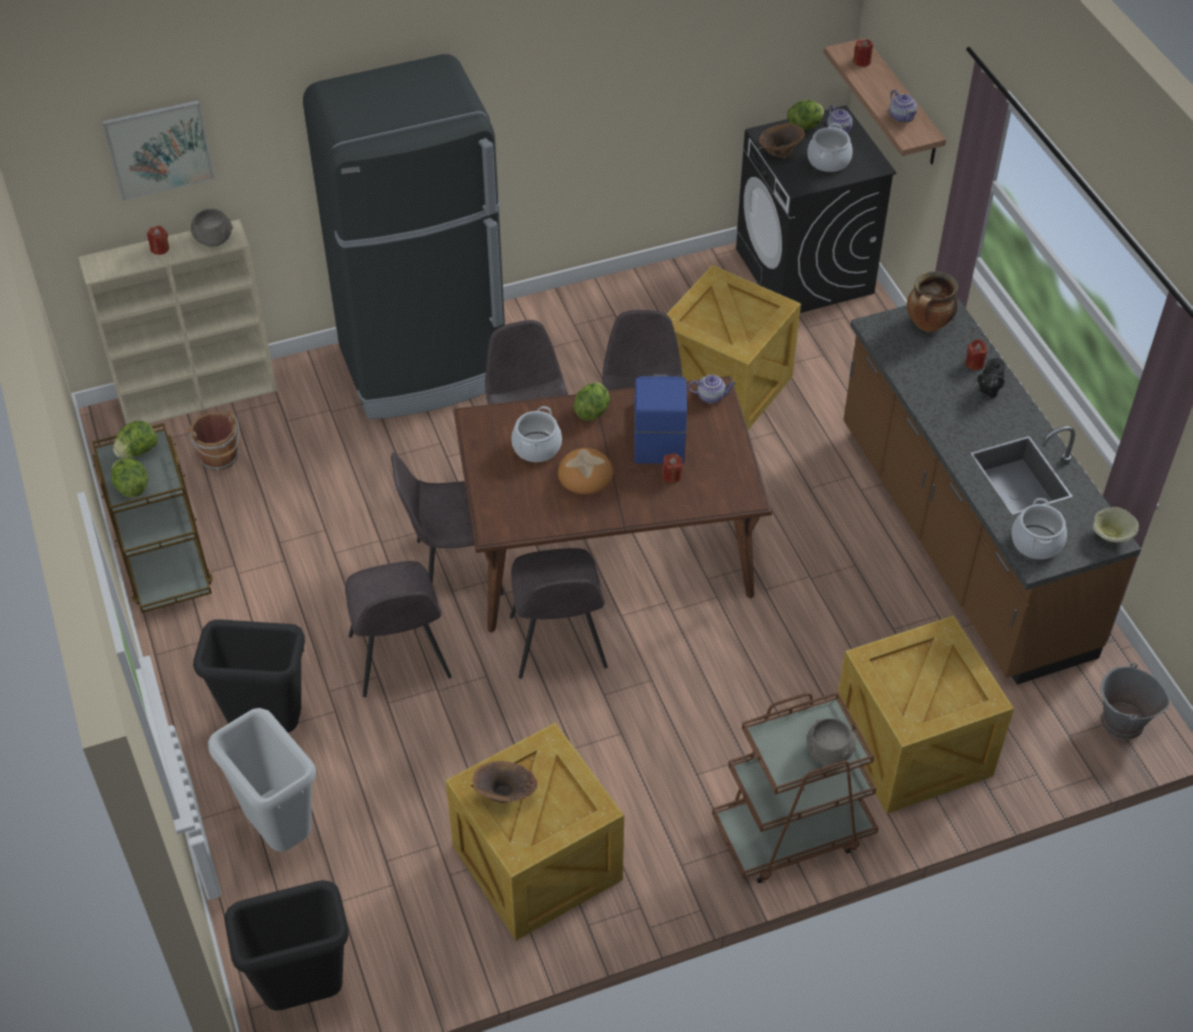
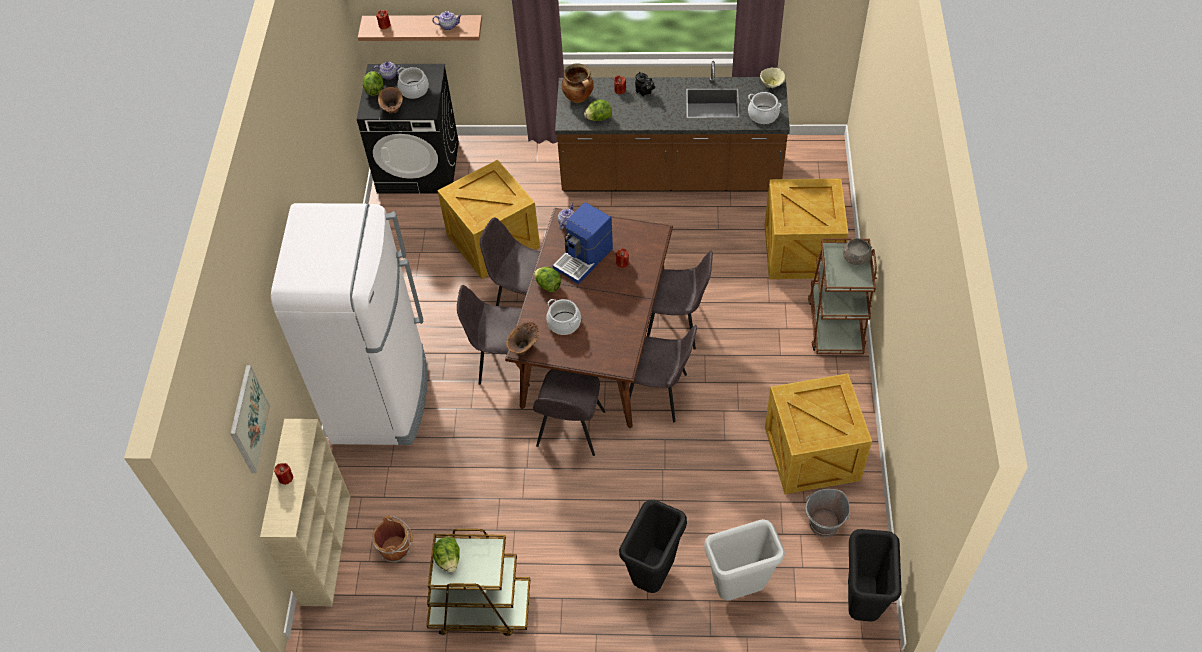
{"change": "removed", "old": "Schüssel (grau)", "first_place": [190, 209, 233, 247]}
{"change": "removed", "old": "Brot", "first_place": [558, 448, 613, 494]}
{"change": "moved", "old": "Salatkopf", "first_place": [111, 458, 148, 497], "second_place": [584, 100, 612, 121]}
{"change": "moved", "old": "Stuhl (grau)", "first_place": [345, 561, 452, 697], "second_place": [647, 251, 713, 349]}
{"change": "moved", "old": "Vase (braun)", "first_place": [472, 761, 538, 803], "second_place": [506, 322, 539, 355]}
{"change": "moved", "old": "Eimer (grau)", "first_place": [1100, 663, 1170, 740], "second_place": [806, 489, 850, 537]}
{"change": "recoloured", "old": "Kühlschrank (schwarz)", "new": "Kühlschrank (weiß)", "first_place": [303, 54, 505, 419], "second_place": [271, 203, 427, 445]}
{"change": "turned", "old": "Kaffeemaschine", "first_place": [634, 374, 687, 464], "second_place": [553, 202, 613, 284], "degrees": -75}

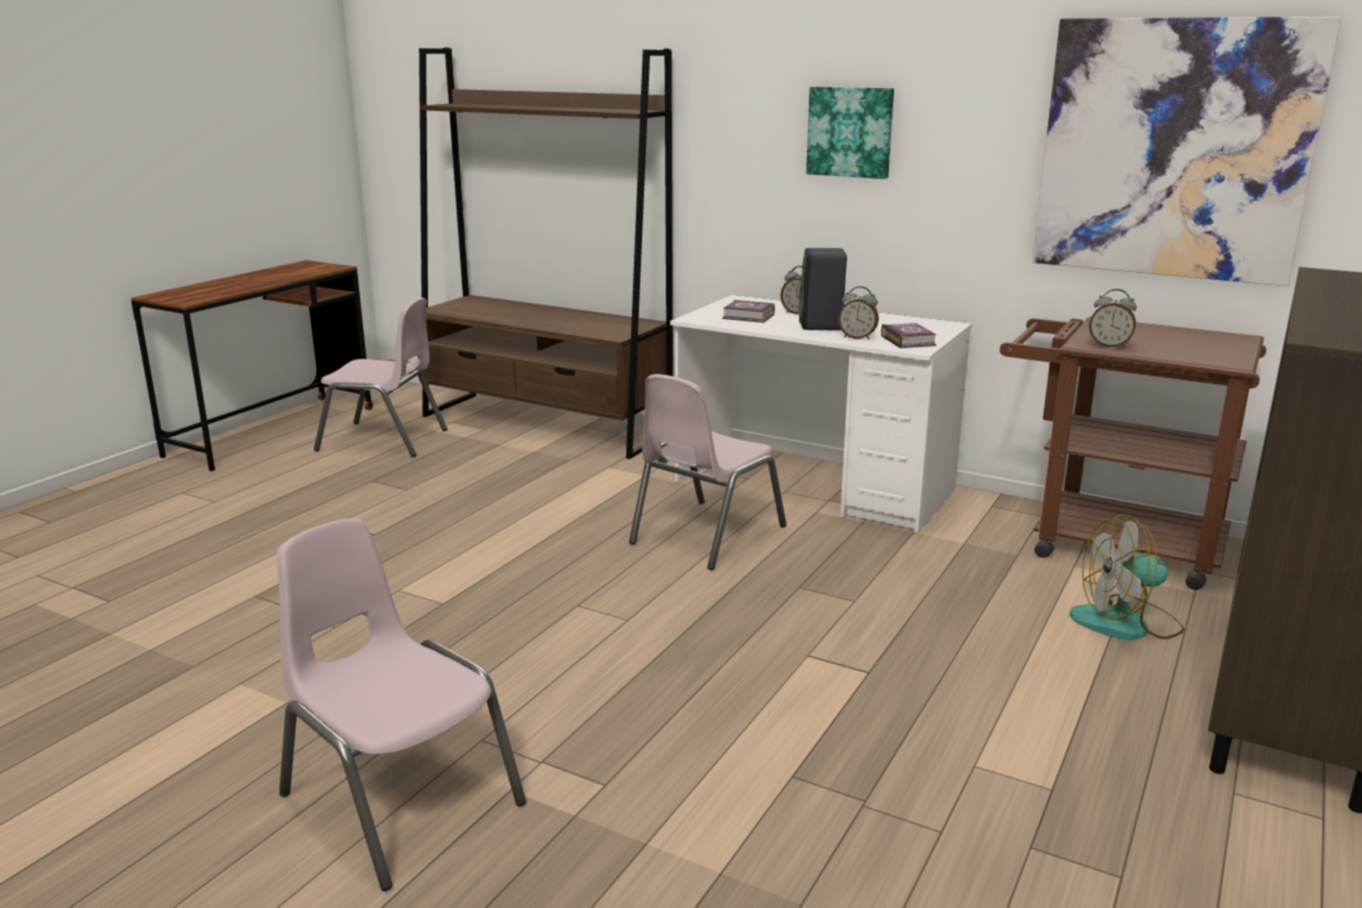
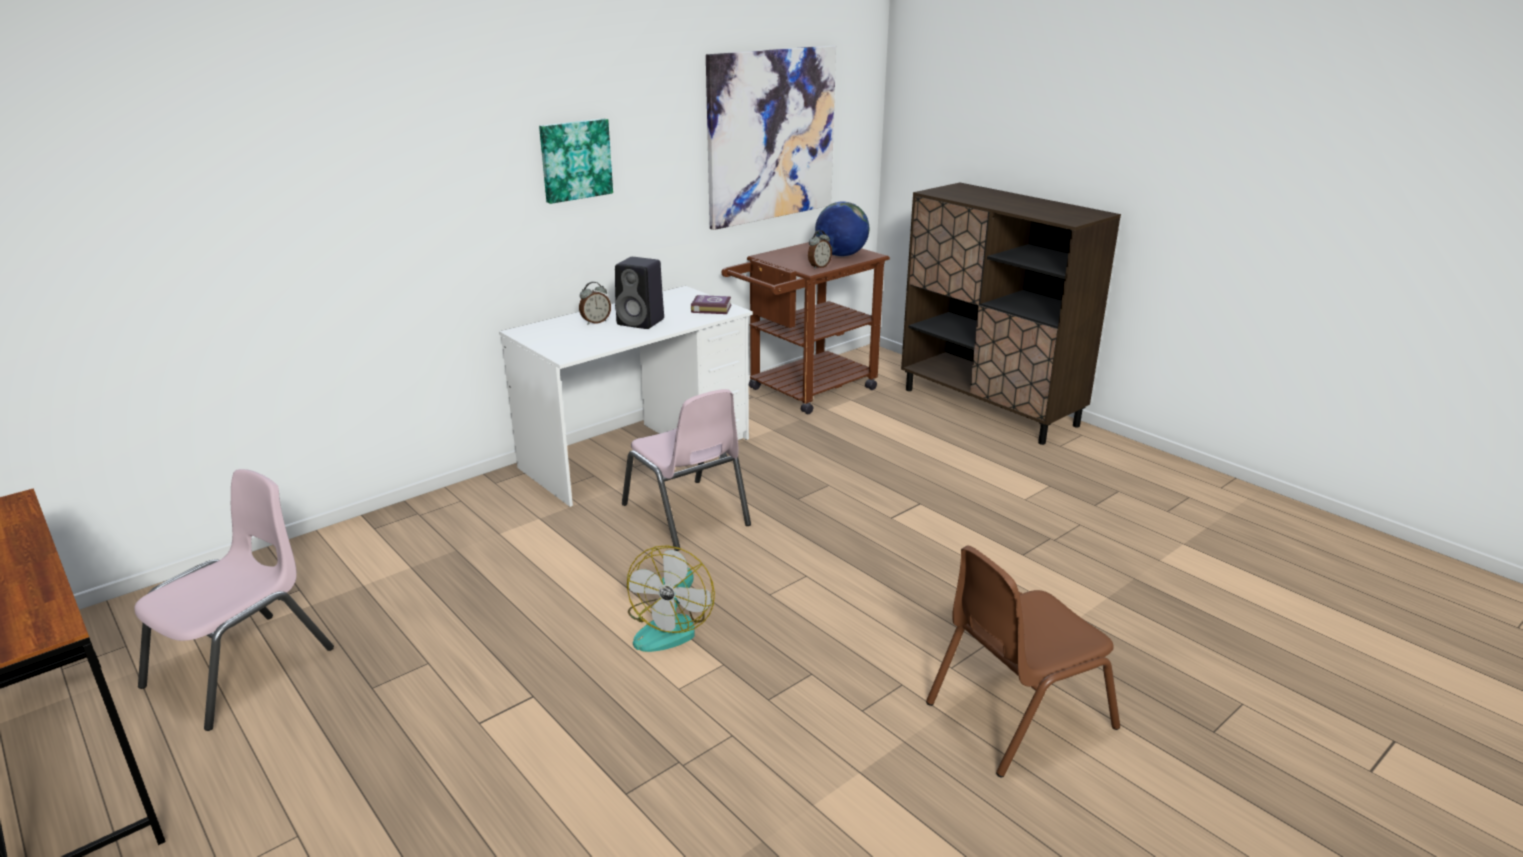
{"change": "removed", "old": "Bücherregal (braun)", "first_place": [418, 47, 673, 459]}
{"change": "removed", "old": "Buch", "first_place": [722, 300, 775, 323]}
{"change": "removed", "old": "Wecker", "first_place": [838, 286, 879, 340]}
{"change": "added", "new": "Globus", "second_place": [815, 201, 869, 257]}
{"change": "moved", "old": "Ventilator", "first_place": [1069, 514, 1184, 641], "second_place": [627, 545, 715, 652]}
{"change": "recoloured", "old": "Stuhl (rosa)", "new": "Stuhl (braun)", "first_place": [277, 519, 526, 891], "second_place": [926, 545, 1120, 777]}

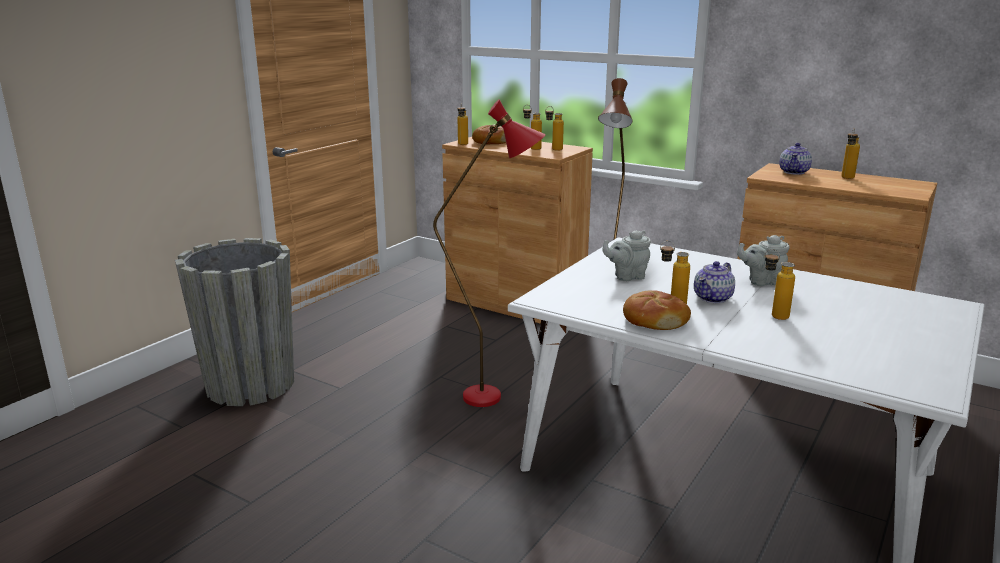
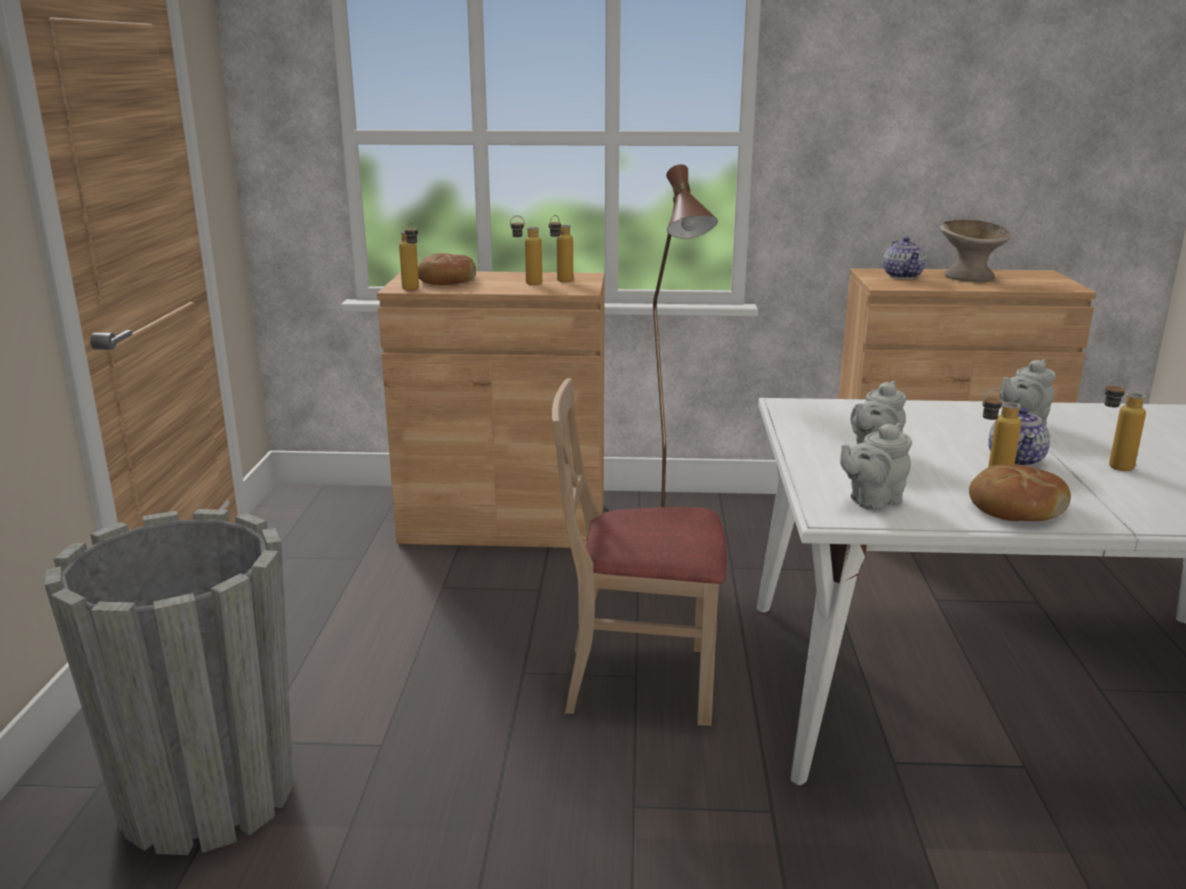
{"change": "added", "new": "Teekanne (grau)", "second_place": [840, 423, 912, 510]}
{"change": "replaced", "old": "Stehlampe (rot)", "new": "Stuhl (beige)", "first_place": [433, 99, 546, 407], "second_place": [552, 378, 727, 726]}
{"change": "replaced", "old": "Flasche", "new": "Schüssel (beige)", "first_place": [841, 129, 860, 179], "second_place": [940, 220, 1011, 282]}

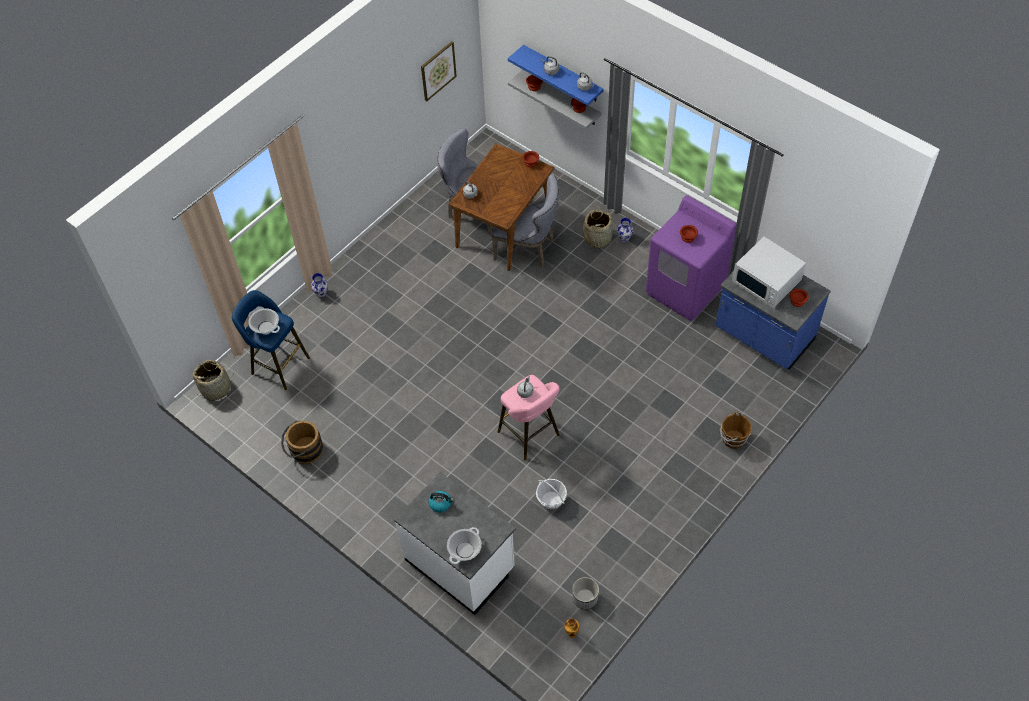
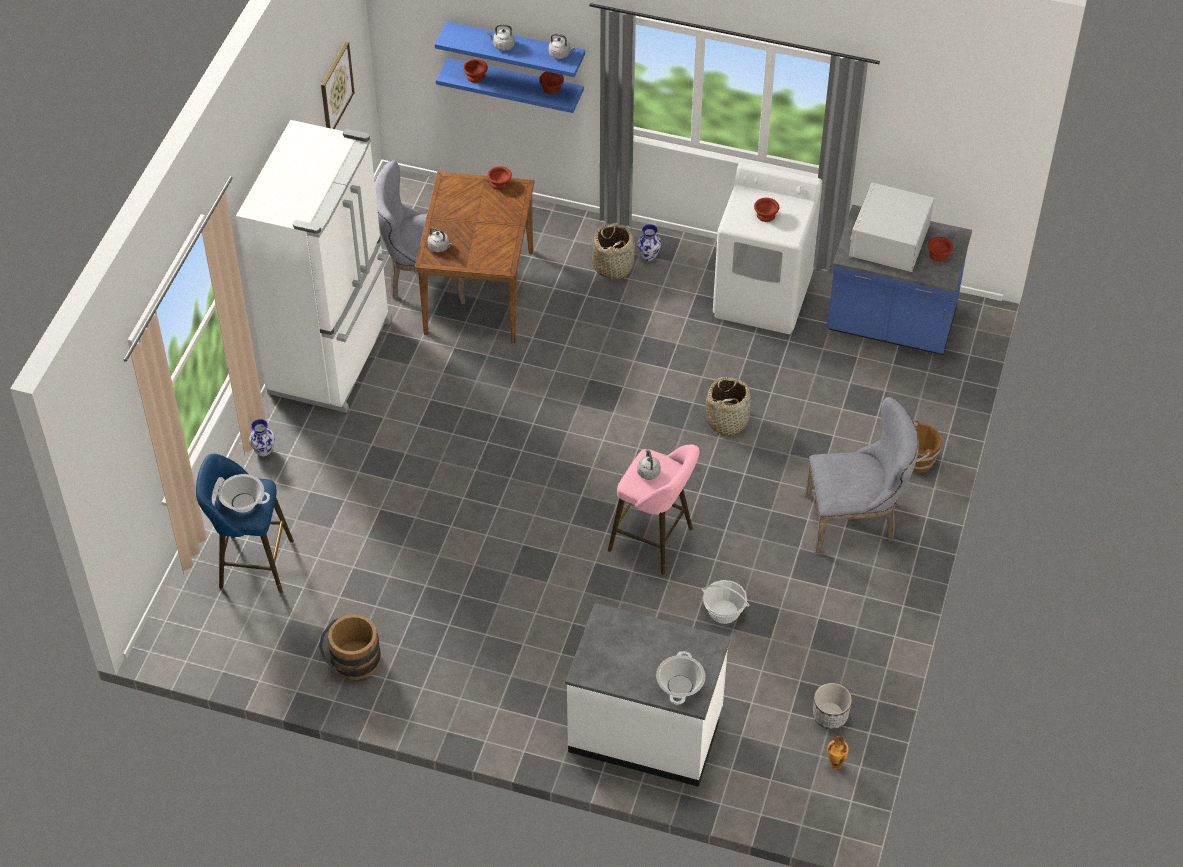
{"change": "removed", "old": "Wasserkessel", "first_place": [429, 491, 454, 512]}
{"change": "added", "new": "Kühlschrank (weiß)", "second_place": [236, 120, 392, 413]}
{"change": "moved", "old": "Korb", "first_place": [192, 360, 235, 401], "second_place": [705, 377, 751, 436]}
{"change": "moved", "old": "Stuhl (grau)", "first_place": [492, 174, 559, 267], "second_place": [805, 397, 919, 553]}
{"change": "recoloured", "old": "Wandregal (grau)", "new": "Wandregal (blau)", "first_place": [508, 70, 601, 129], "second_place": [436, 58, 584, 113]}
{"change": "recoloured", "old": "Waschmaschine (lila)", "new": "Waschmaschine (weiß)", "first_place": [646, 195, 737, 321], "second_place": [713, 162, 823, 334]}
{"change": "turned", "old": "Mikrowelle (weiß)", "first_place": [732, 237, 806, 308], "second_place": [849, 182, 934, 272], "degrees": 90}

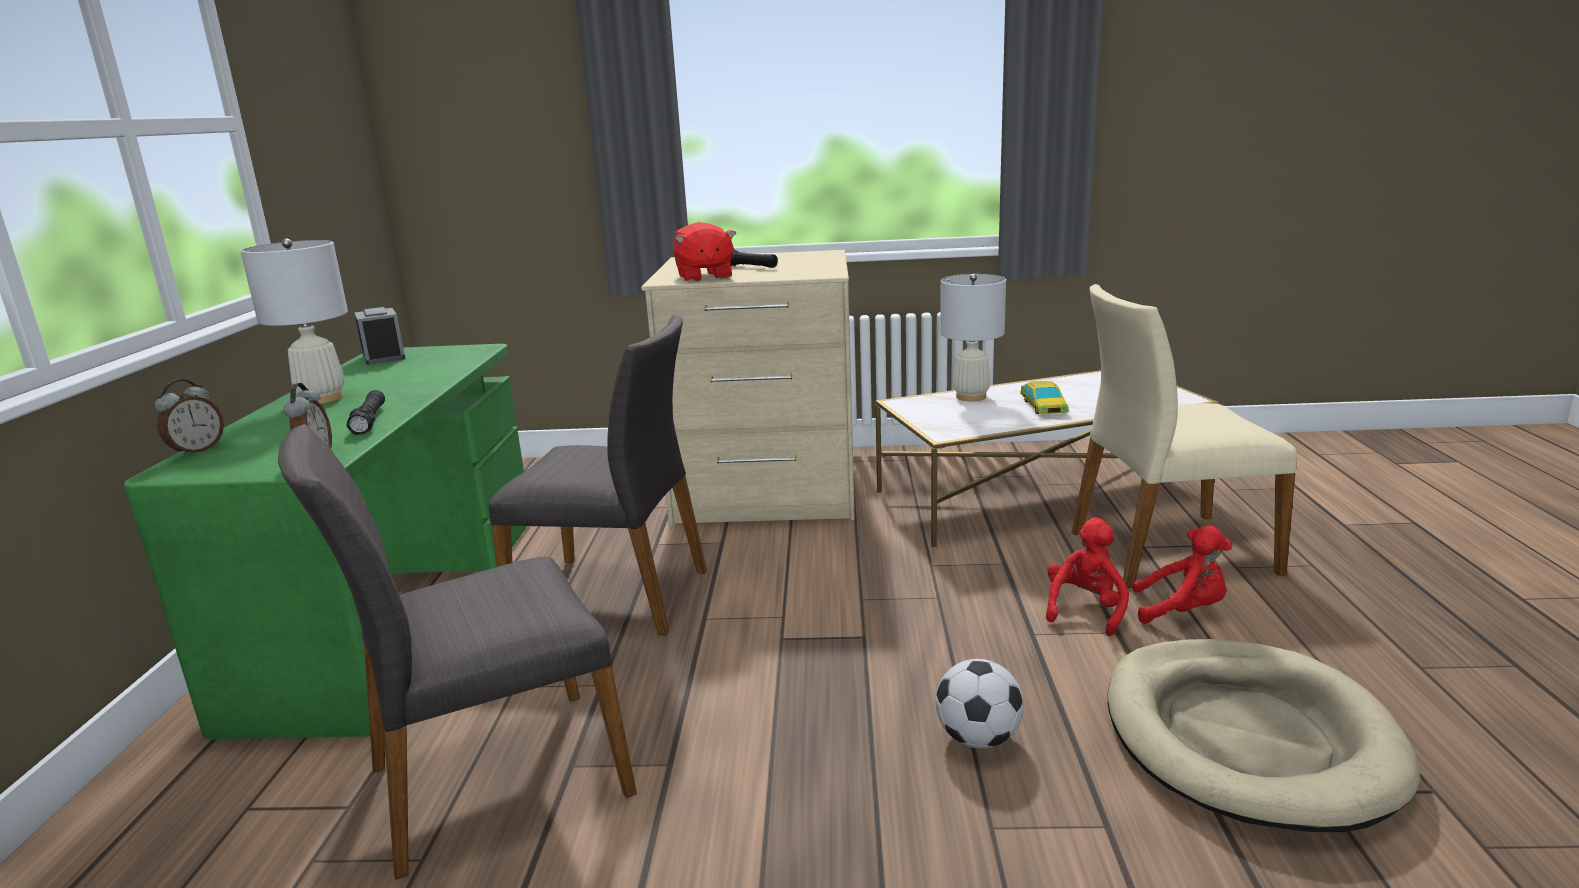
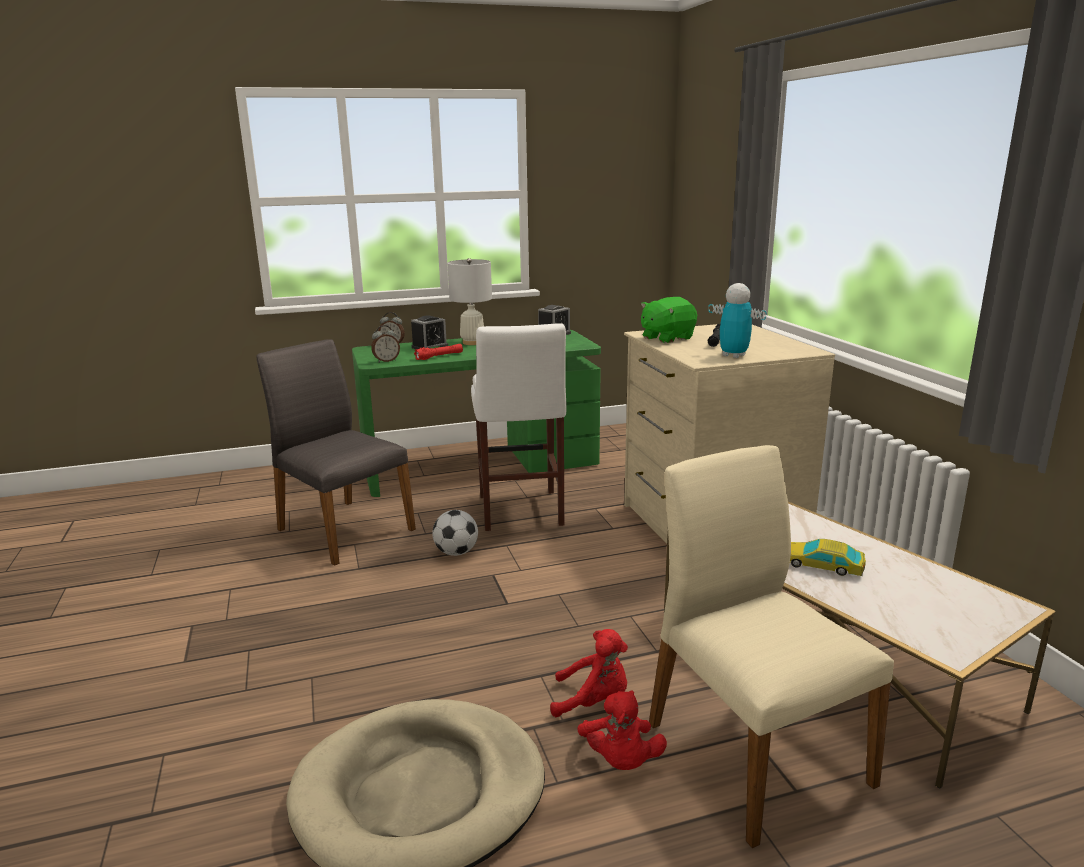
{"change": "removed", "old": "Tischlampe (weiß)", "first_place": [940, 274, 1006, 401]}
{"change": "added", "new": "Wecker", "second_place": [411, 316, 448, 349]}
{"change": "added", "new": "Spielzeugroboter", "second_place": [708, 283, 767, 358]}
{"change": "moved", "old": "Fußball", "first_place": [935, 659, 1024, 749], "second_place": [432, 510, 478, 556]}
{"change": "replaced", "old": "Stuhl (grau)", "new": "Hocker (weiß)", "first_place": [489, 315, 707, 636], "second_place": [471, 323, 567, 531]}
{"change": "recoloured", "old": "Taschenlampe (schwarz)", "new": "Taschenlampe (rot)", "first_place": [346, 390, 385, 435], "second_place": [414, 344, 463, 360]}
{"change": "recoloured", "old": "Plüschtier (rot)", "new": "Plüschtier (grün)", "first_place": [673, 222, 736, 282], "second_place": [641, 297, 697, 343]}
{"change": "turned", "old": "Spielzeugauto", "first_place": [1020, 381, 1069, 414], "second_place": [790, 539, 866, 576], "degrees": 45}

